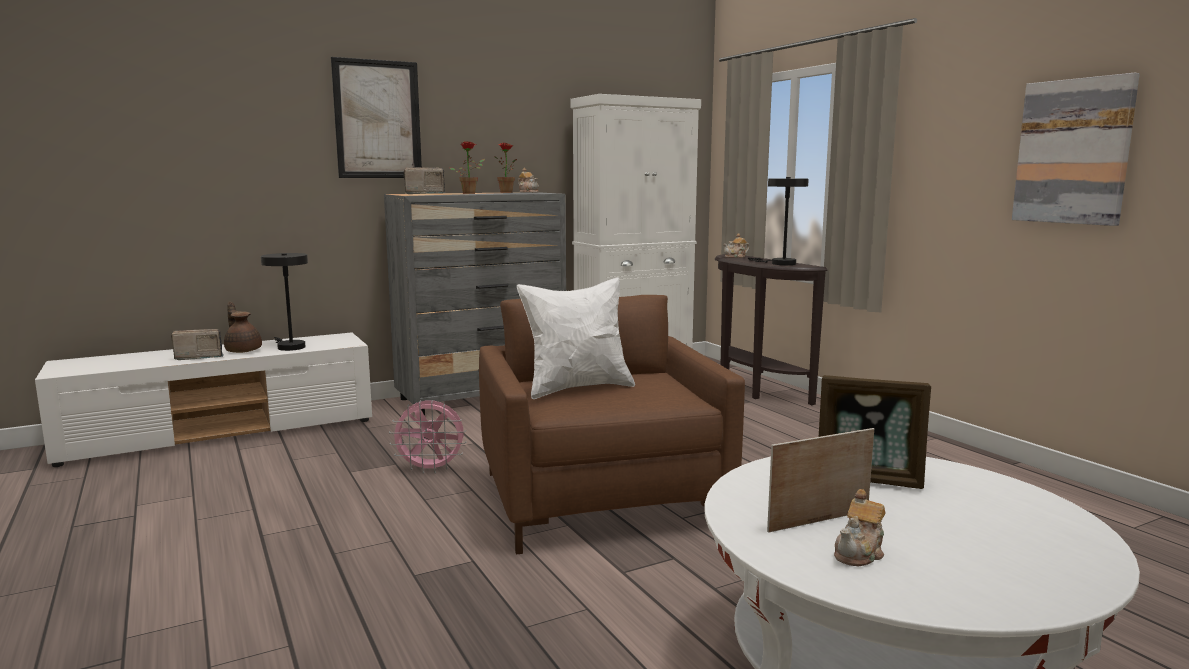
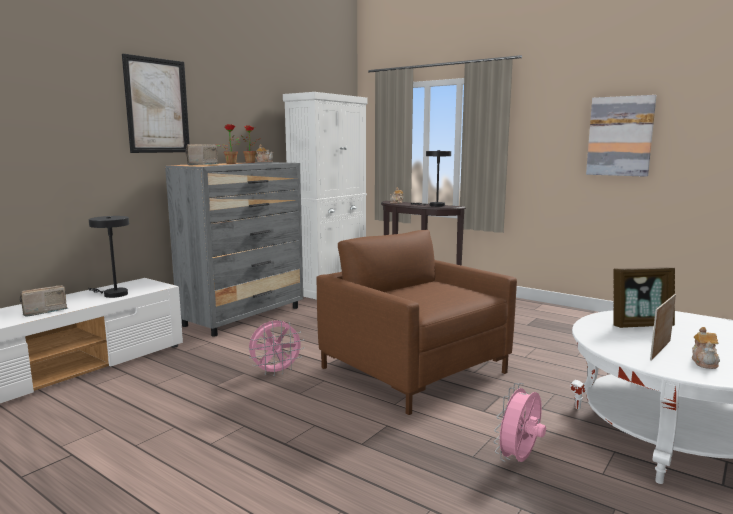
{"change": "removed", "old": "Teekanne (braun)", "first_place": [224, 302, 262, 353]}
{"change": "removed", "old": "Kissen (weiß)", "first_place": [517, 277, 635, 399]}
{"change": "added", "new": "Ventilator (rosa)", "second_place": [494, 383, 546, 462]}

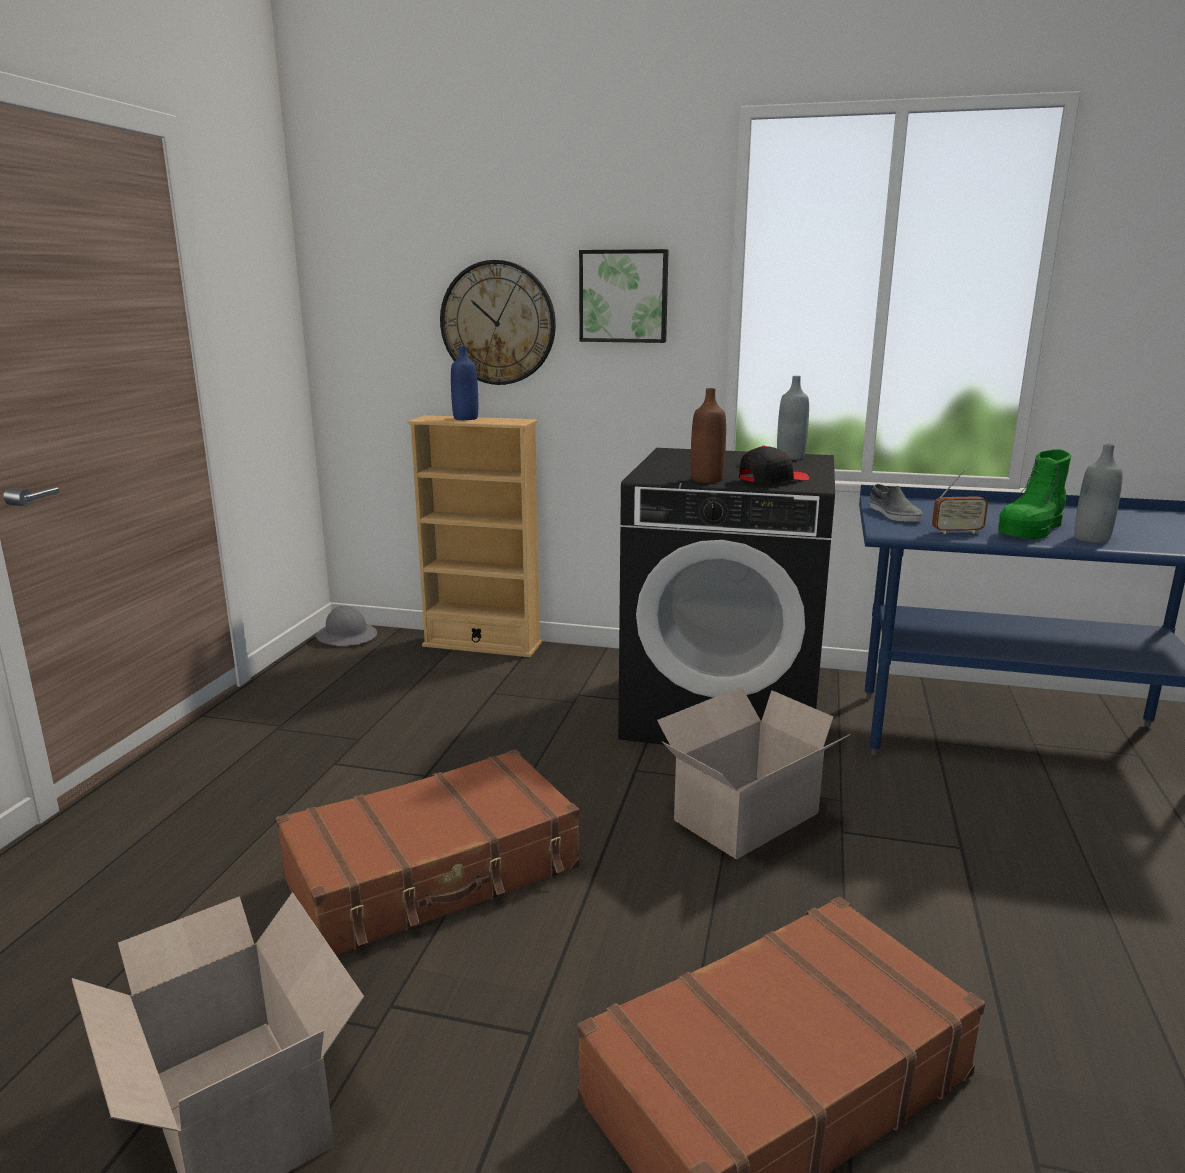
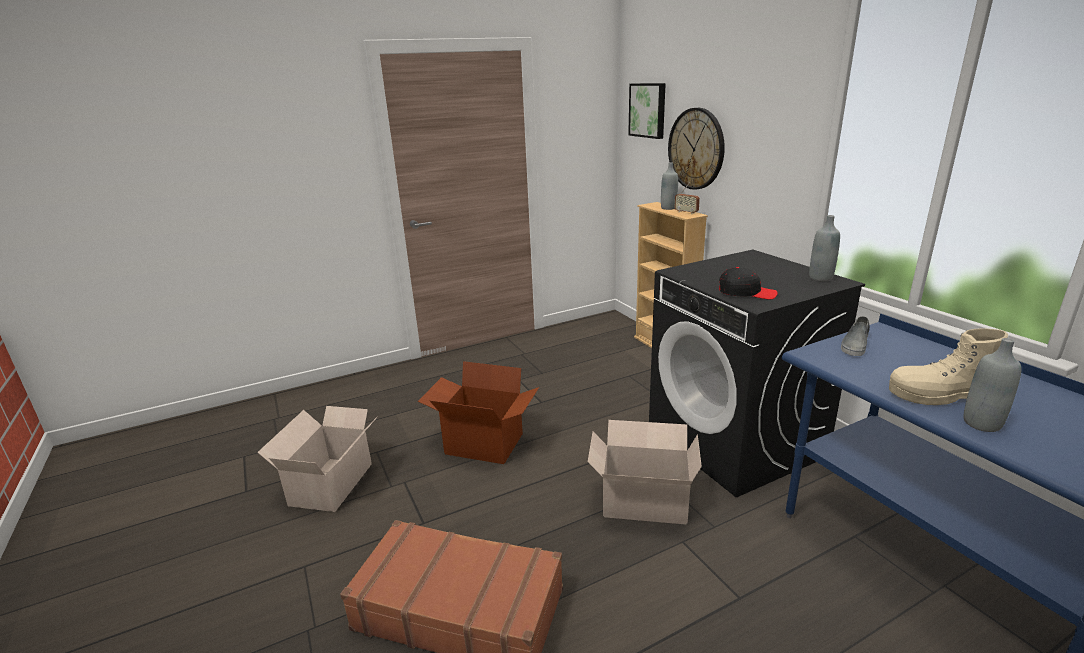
{"change": "removed", "old": "Schutzhelm (grau)", "first_place": [315, 606, 377, 646]}
{"change": "removed", "old": "Flasche (braun)", "first_place": [691, 388, 726, 483]}
{"change": "moved", "old": "Bild", "first_place": [579, 249, 669, 343], "second_place": [628, 83, 666, 139]}
{"change": "moved", "old": "Radio", "first_place": [932, 470, 988, 534], "second_place": [674, 181, 700, 214]}
{"change": "replaced", "old": "Koffer (braun)", "new": "Karton", "first_place": [276, 749, 580, 955], "second_place": [418, 361, 539, 464]}
{"change": "recoloured", "old": "Flasche (blau)", "new": "Flasche (grau)", "first_place": [451, 346, 478, 420], "second_place": [661, 162, 678, 210]}
{"change": "recoloured", "old": "Stiefel (grün)", "new": "Stiefel (beige)", "first_place": [998, 449, 1072, 539], "second_place": [889, 328, 1008, 405]}

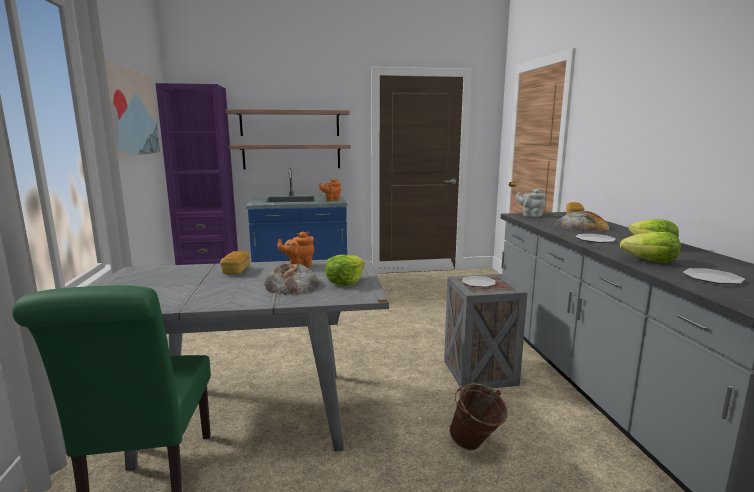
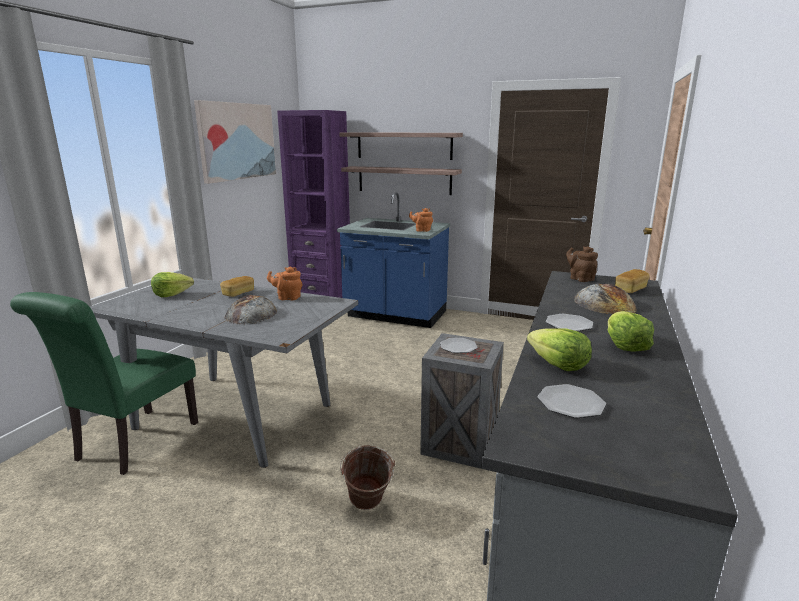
{"change": "moved", "old": "Salatkopf", "first_place": [325, 255, 365, 286], "second_place": [151, 272, 194, 297]}
{"change": "recoloured", "old": "Teekanne (grau)", "new": "Teekanne (braun)", "first_place": [516, 189, 546, 217], "second_place": [566, 246, 598, 282]}

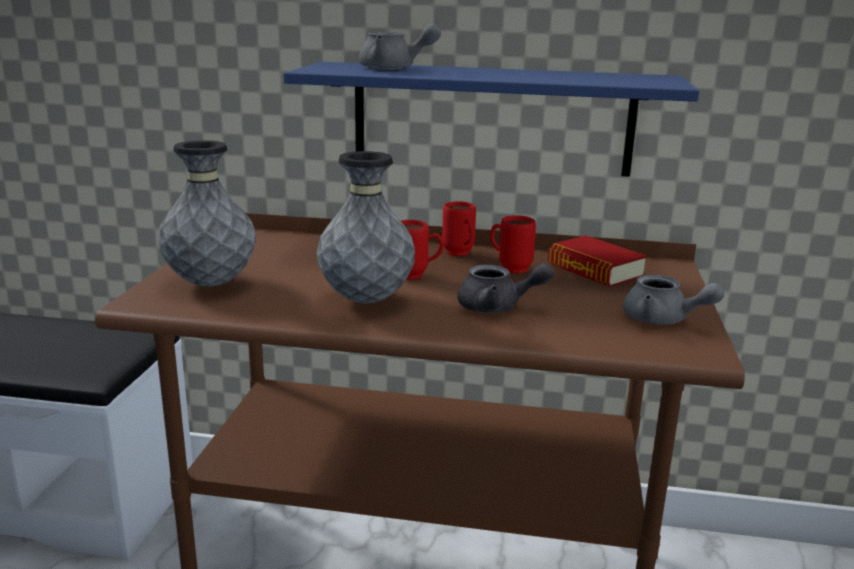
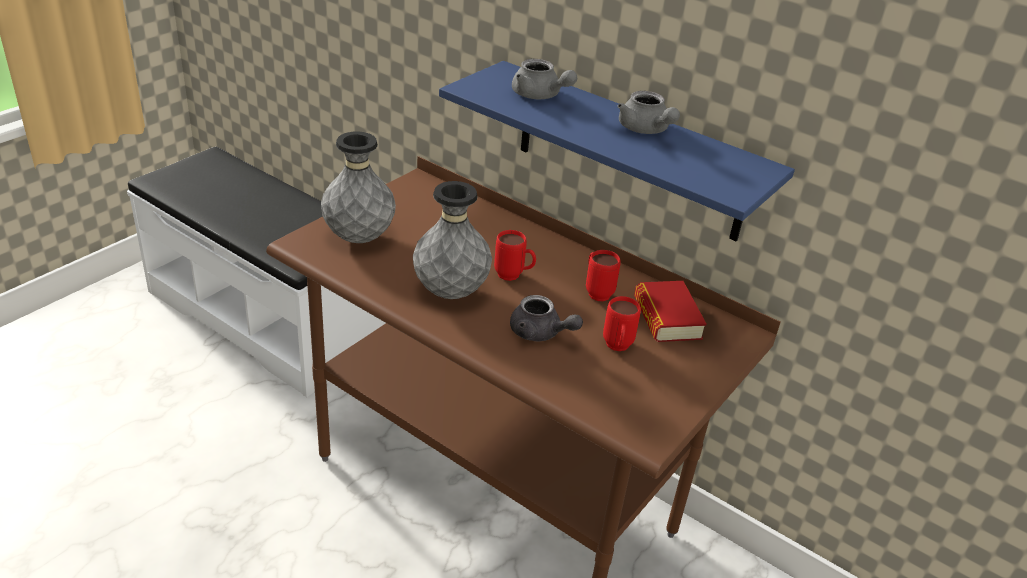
{"change": "moved", "old": "Henkelbecher (rot)", "first_place": [442, 201, 476, 256], "second_place": [603, 296, 641, 351]}
{"change": "moved", "old": "Teekanne (grau)", "first_place": [623, 275, 724, 325], "second_place": [618, 91, 680, 134]}

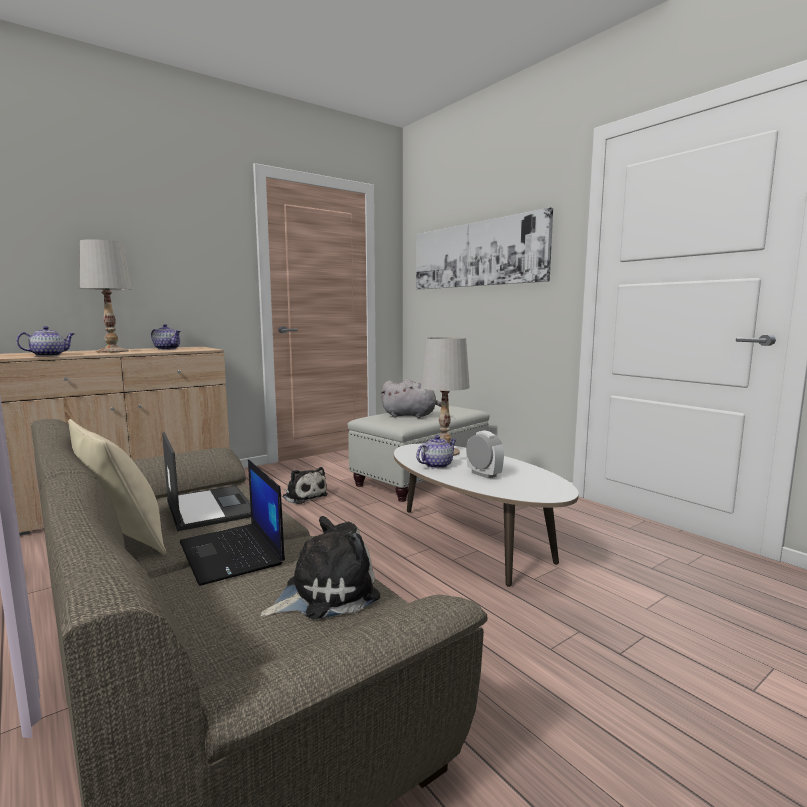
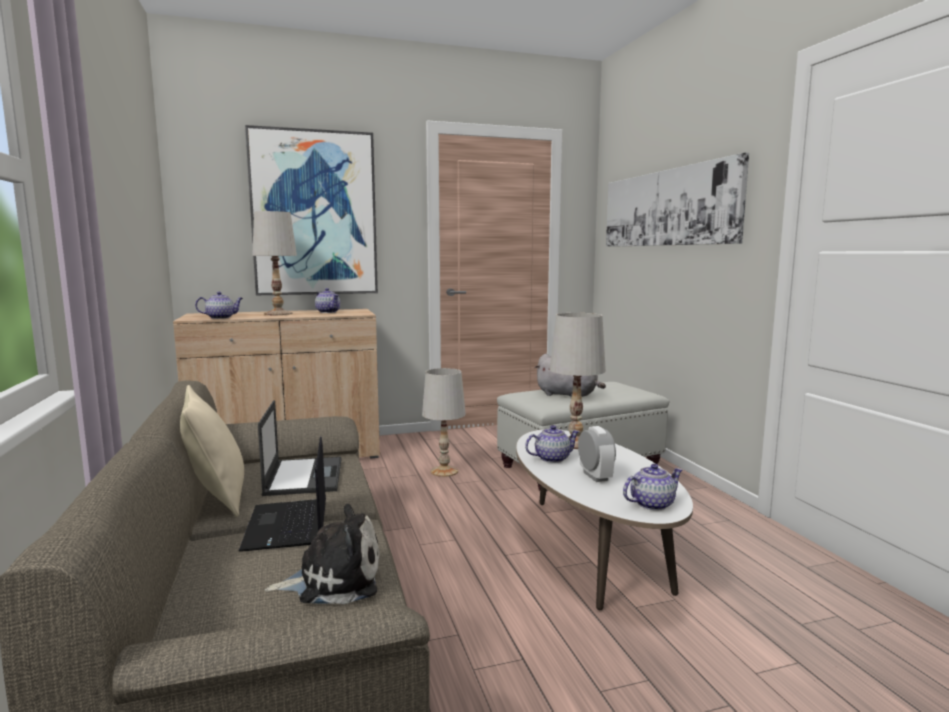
{"change": "added", "new": "Bild", "second_place": [245, 125, 378, 295]}
{"change": "added", "new": "Teekanne", "second_place": [623, 464, 683, 511]}
{"change": "replaced", "old": "Plüschtier", "new": "Tischlampe (weiß)", "first_place": [282, 467, 328, 504], "second_place": [422, 368, 466, 477]}

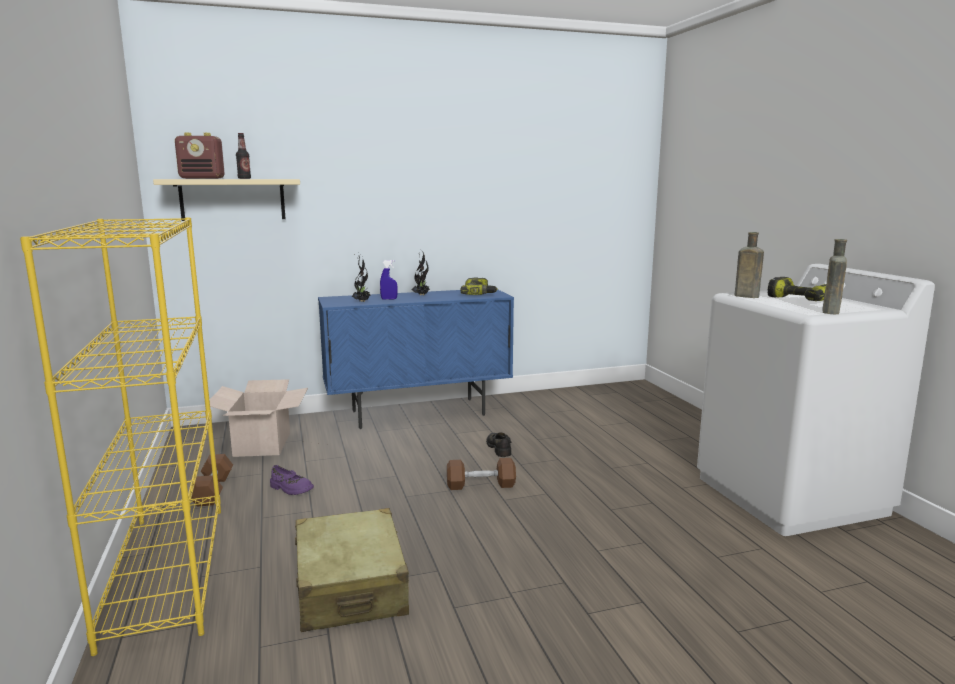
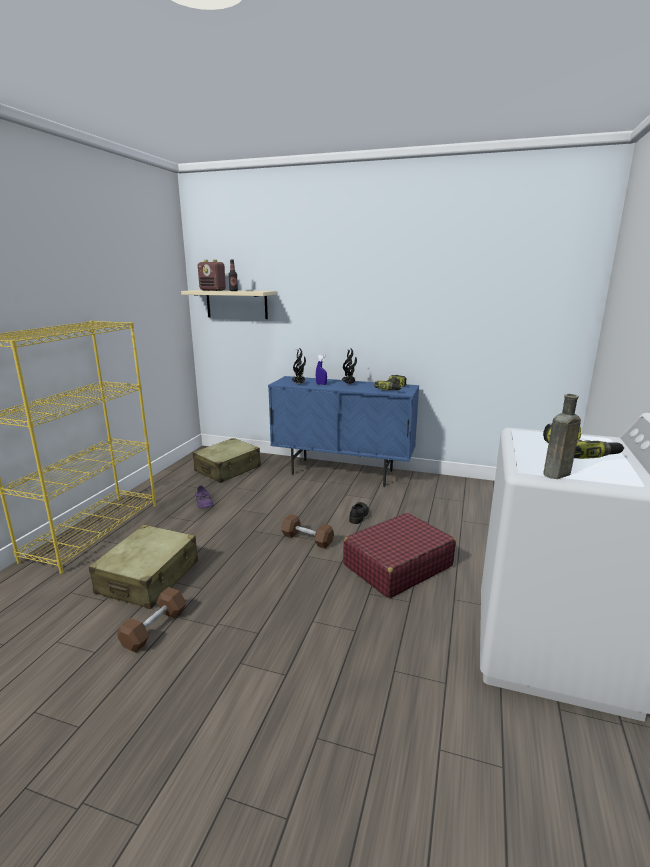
{"change": "removed", "old": "Flasche (braun)", "first_place": [735, 232, 764, 298]}
{"change": "added", "new": "Koffer (rot)", "second_place": [343, 513, 456, 598]}
{"change": "moved", "old": "Hantel (braun)", "first_place": [191, 454, 233, 507], "second_place": [117, 587, 187, 652]}
{"change": "replaced", "old": "Karton", "new": "Koffer (beige)", "first_place": [210, 379, 308, 457], "second_place": [193, 438, 261, 483]}

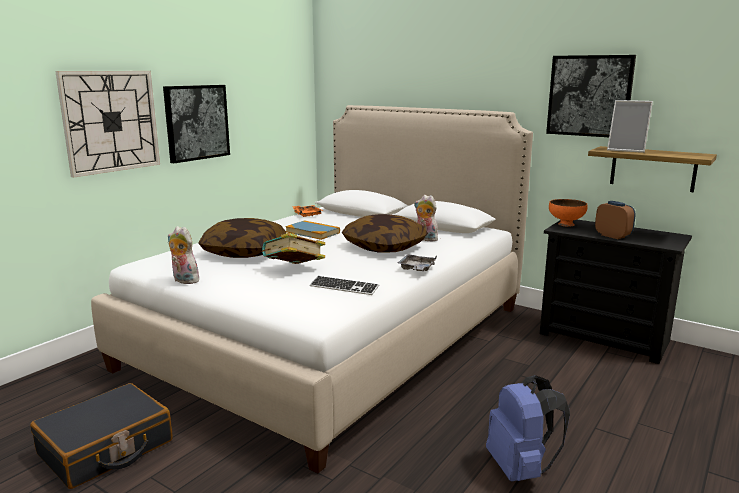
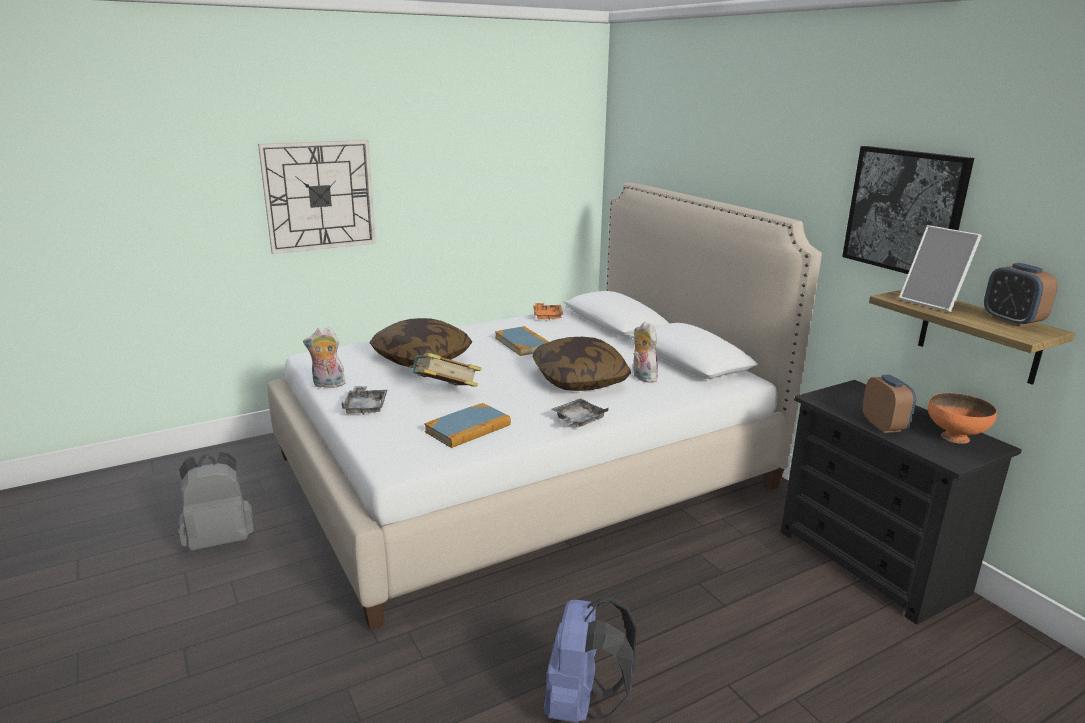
{"change": "removed", "old": "Bild", "first_place": [163, 85, 230, 163]}
{"change": "added", "new": "Tablett (grau)", "second_place": [341, 386, 387, 415]}
{"change": "added", "new": "Wecker", "second_place": [984, 263, 1057, 327]}
{"change": "moved", "old": "Schüssel (orange)", "first_place": [549, 199, 588, 227], "second_place": [928, 393, 997, 444]}
{"change": "replaced", "old": "Koffer (schwarz)", "new": "Rucksack (grau)", "first_place": [30, 383, 173, 489], "second_place": [178, 452, 254, 551]}
{"change": "replaced", "old": "Tastatur", "new": "Buch", "first_place": [310, 276, 379, 295], "second_place": [424, 403, 511, 448]}
{"change": "turned", "old": "Plüschtier", "first_place": [168, 226, 199, 284], "second_place": [303, 327, 347, 388], "degrees": -60}

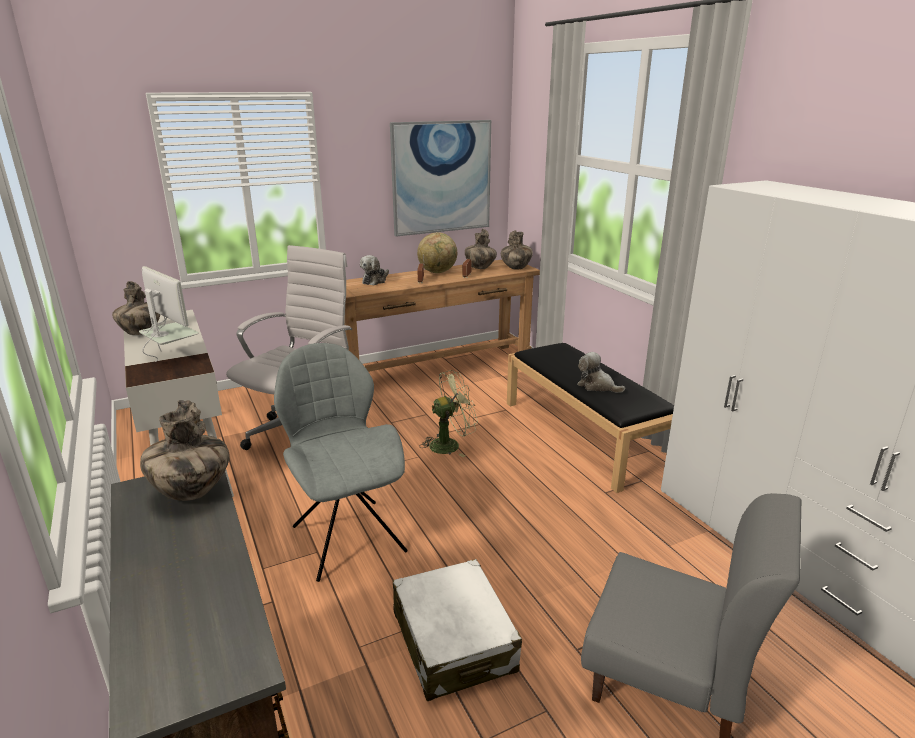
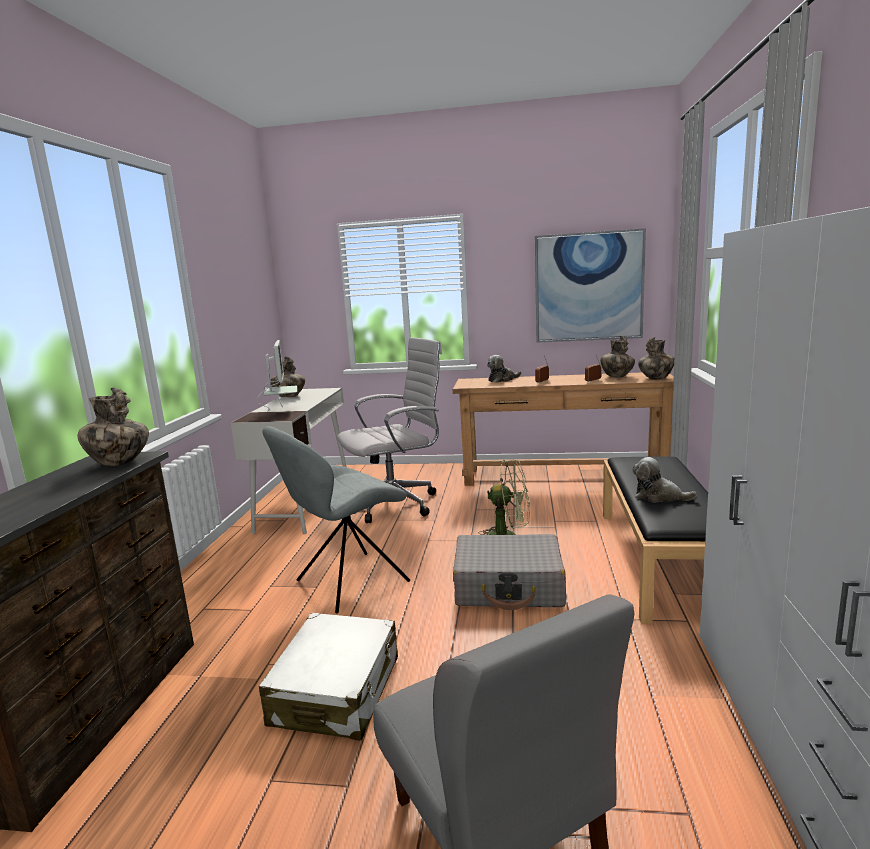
{"change": "removed", "old": "Globus", "first_place": [417, 232, 457, 273]}
{"change": "added", "new": "Koffer (grau)", "second_place": [453, 534, 566, 610]}
{"change": "turned", "old": "Stuhl (grau)", "first_place": [274, 343, 408, 582], "second_place": [262, 426, 410, 614], "degrees": -135}
{"change": "turned", "old": "Plüschtier", "first_place": [577, 352, 625, 393], "second_place": [633, 457, 697, 503], "degrees": -45}

